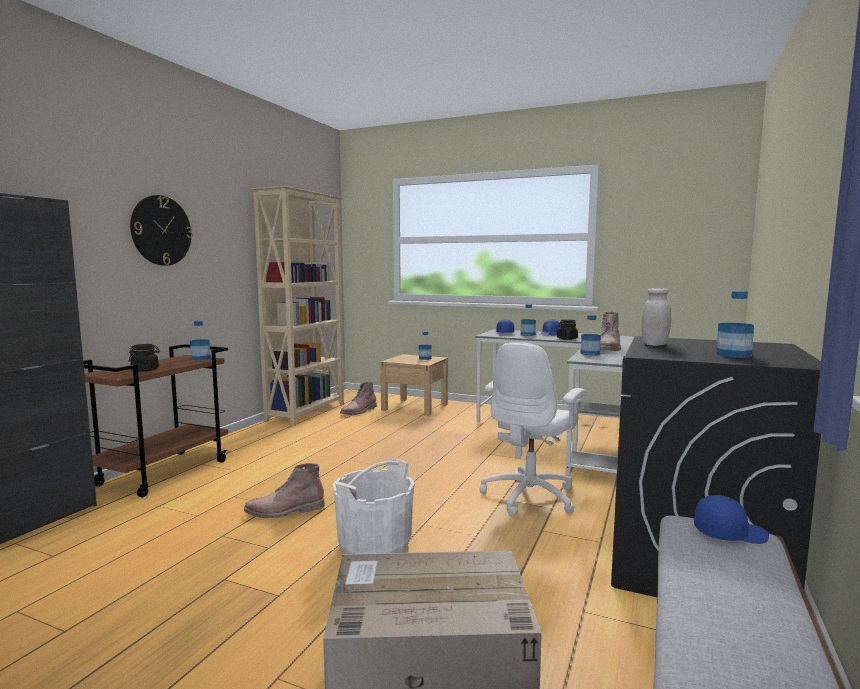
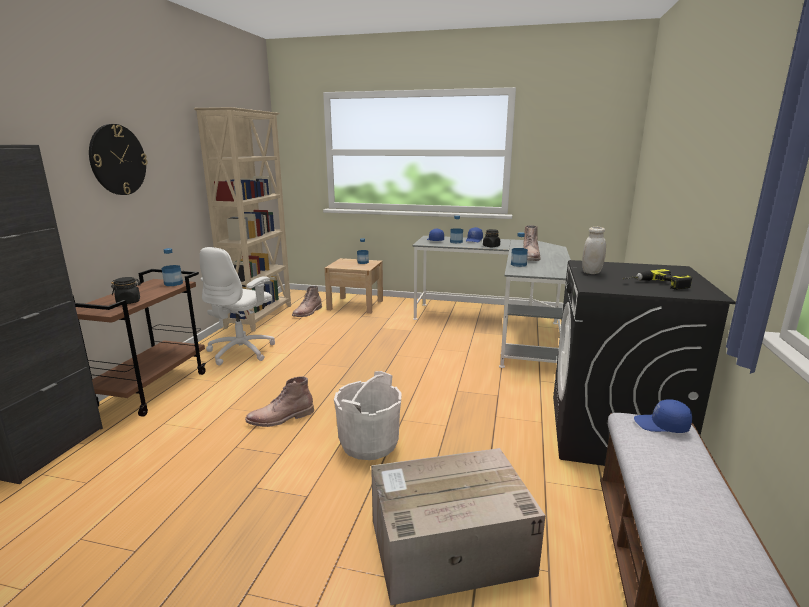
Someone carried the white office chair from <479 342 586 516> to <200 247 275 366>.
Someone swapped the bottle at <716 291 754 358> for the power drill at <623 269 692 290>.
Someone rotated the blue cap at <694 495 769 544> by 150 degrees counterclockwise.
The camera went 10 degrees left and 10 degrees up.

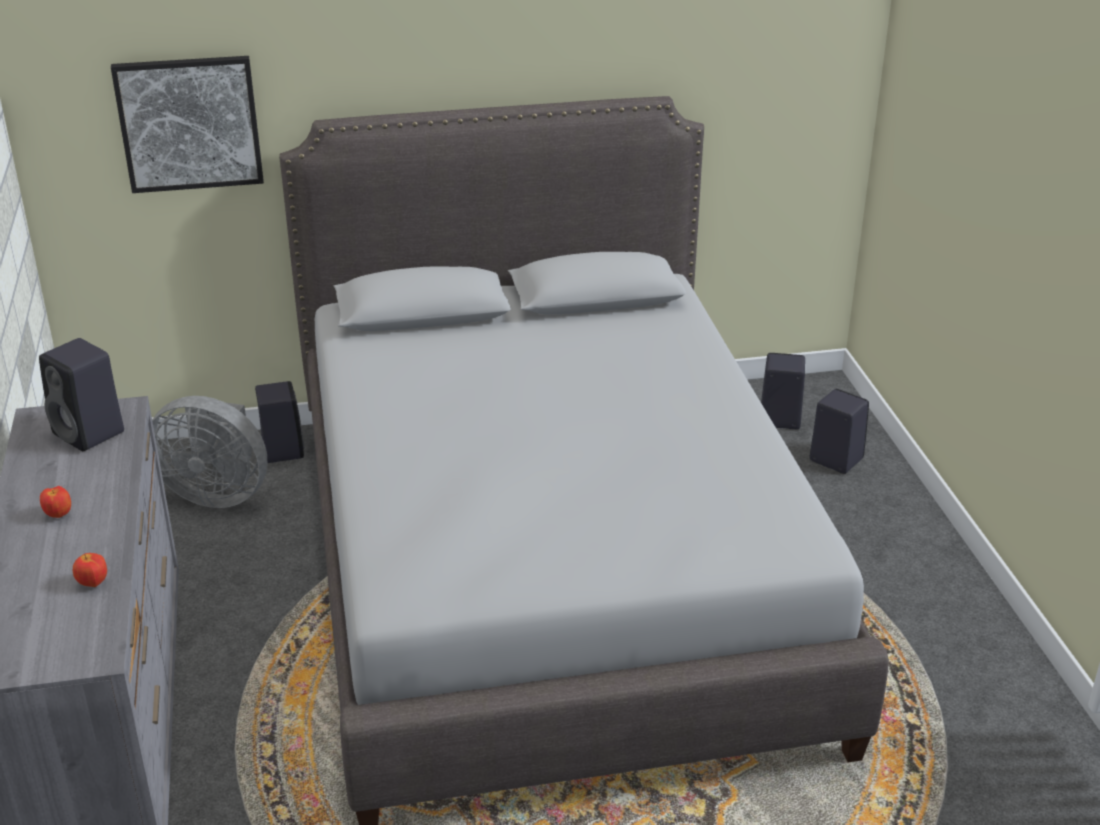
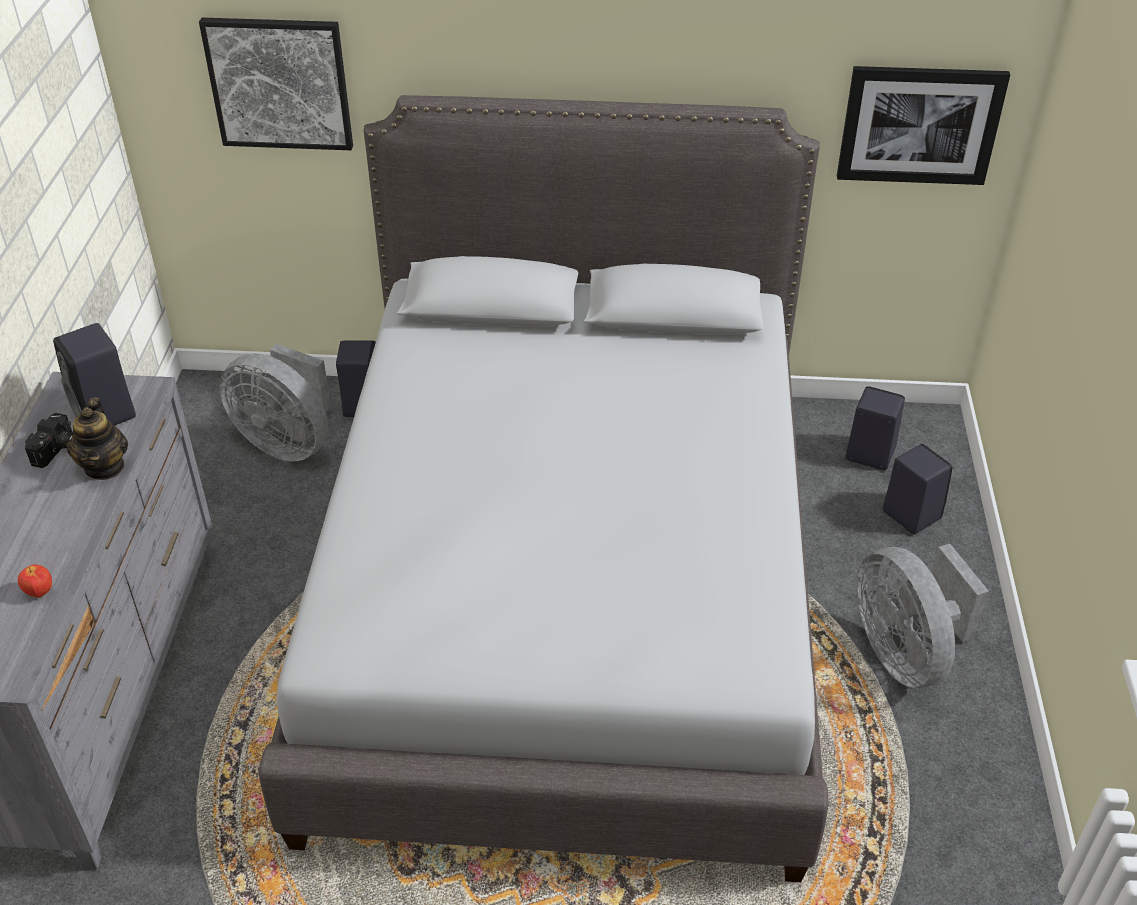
Someone put down the photo camera at <25 413 73 468>.
Someone put down the teapot at <66 397 128 480>.
Someone put up the picture at <837 66 1010 185>.
Someone put down the grey fan at <857 544 989 688>.
Someone took away the apple at <40 486 71 518>.
The camera went 15 degrees right and 10 degrees up.

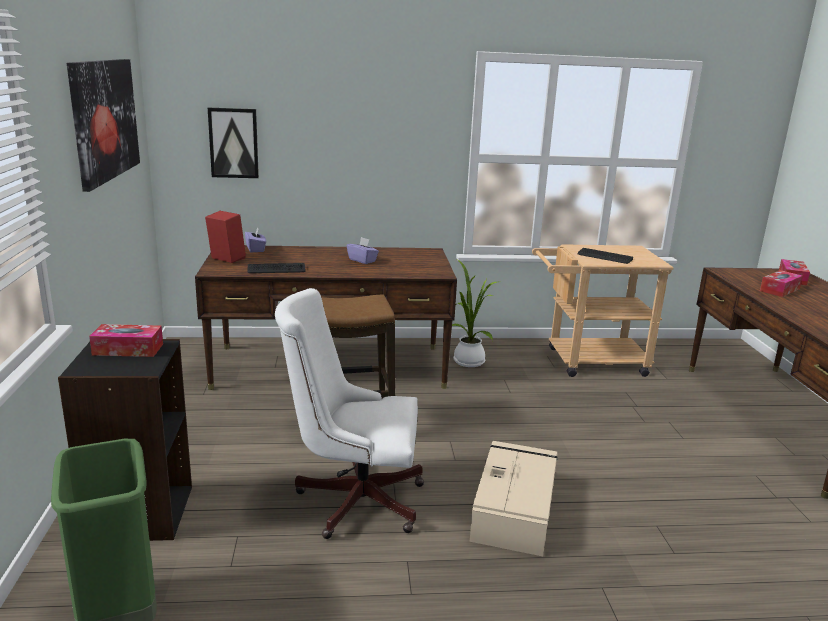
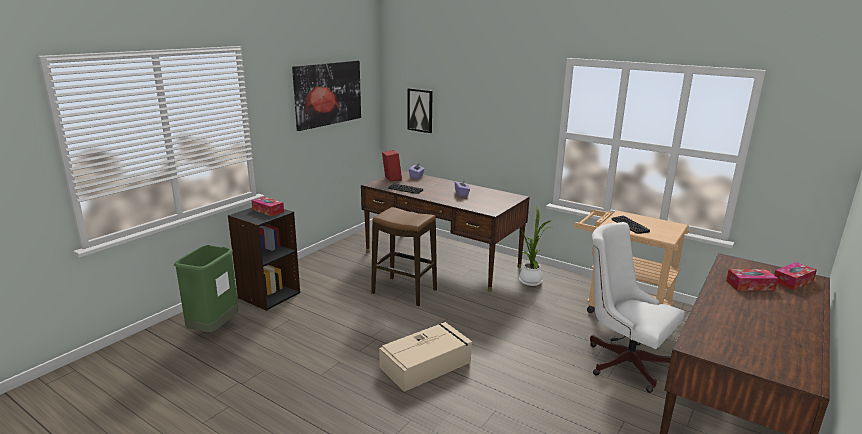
Someone carried the white office chair from <275 288 424 539> to <590 222 685 393>.
The camera went 40 degrees right and 0 degrees up.

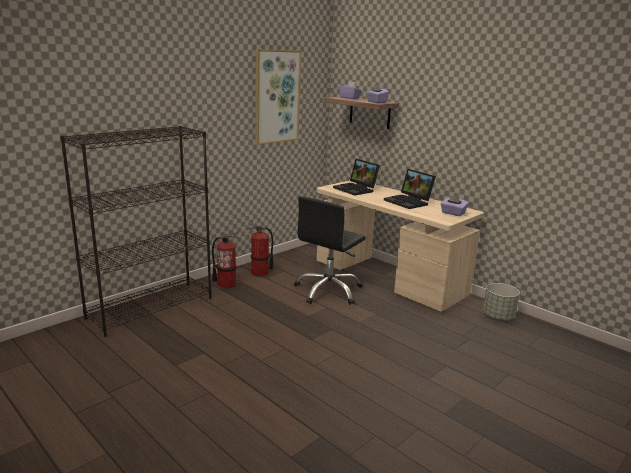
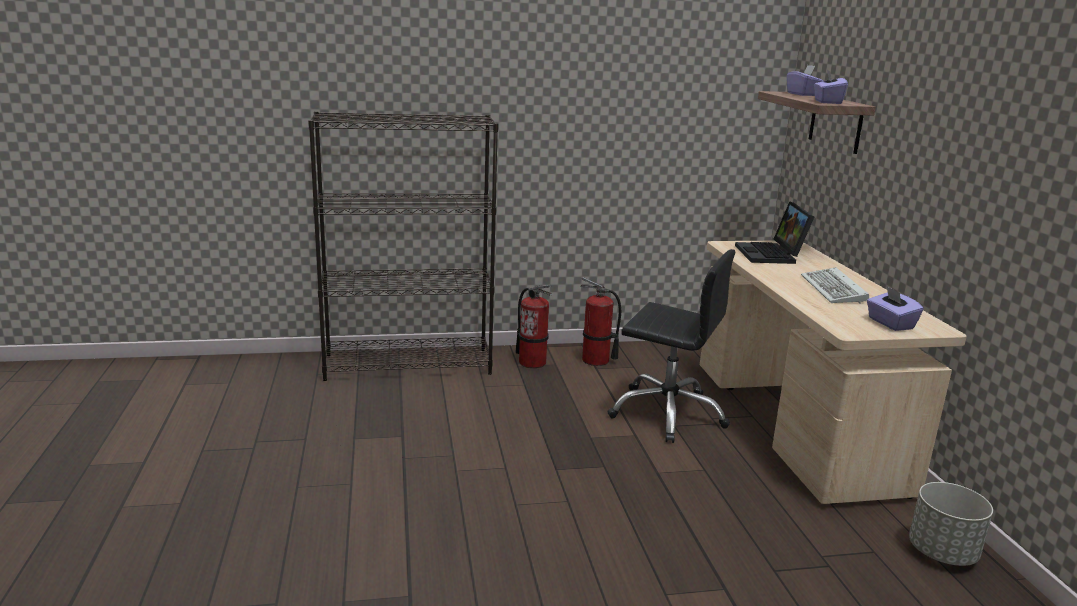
Someone rotated the black office chair at <294 196 366 305> by 135 degrees counterclockwise.
Someone swapped the laptop at <384 169 436 209> for the keyboard at <801 267 869 304>.
Someone took away the picture at <255 49 301 145>.
The camera went 35 degrees right and 0 degrees up.

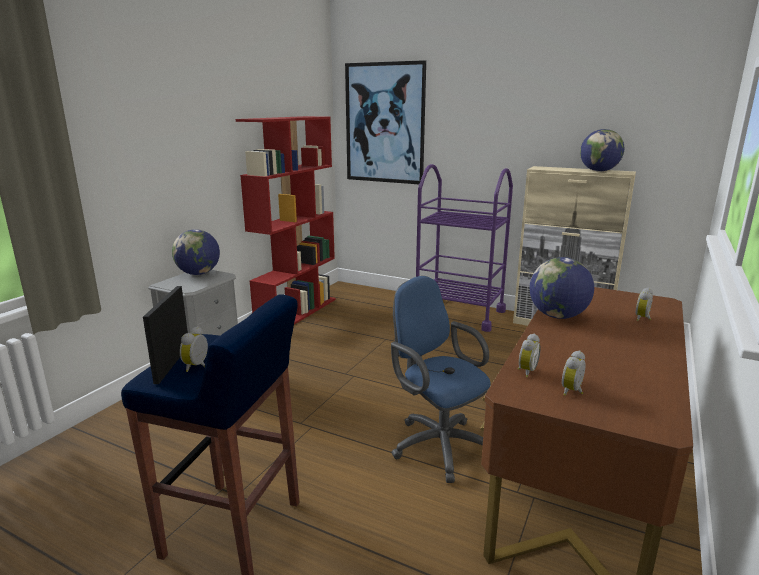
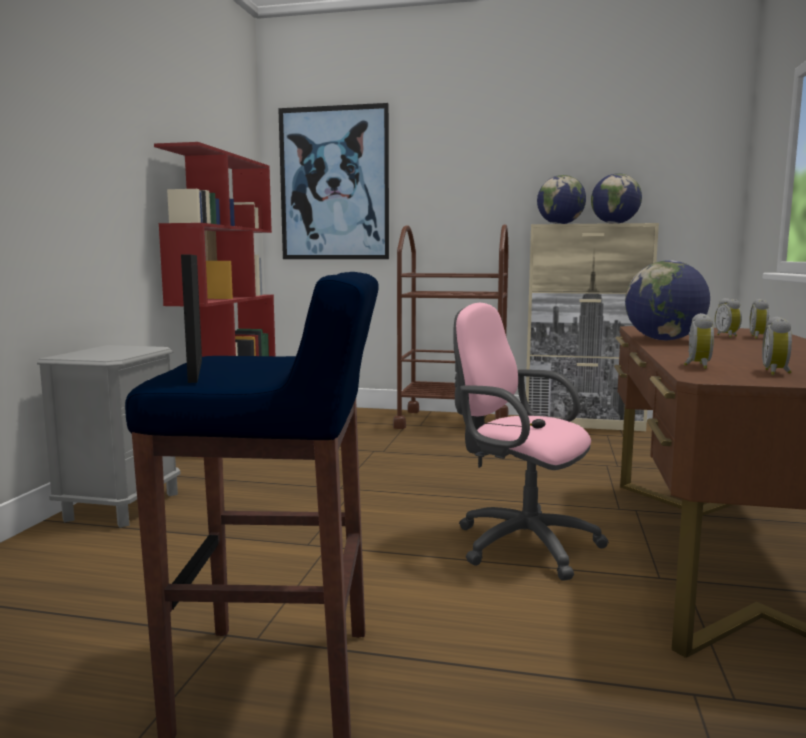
Someone repainted the purple cart at <416 164 513 332>, which became the brown cart at <393 224 509 429>.
Someone repainted the blue office chair at <391 276 491 483>, which became the pink office chair at <453 303 609 581>.
Someone carried the globe from <172 229 220 275> to <537 175 586 224>.
Someone carried the alarm clock from <180 326 208 372> to <715 298 742 338>.
The camera went 15 degrees left and 10 degrees down.

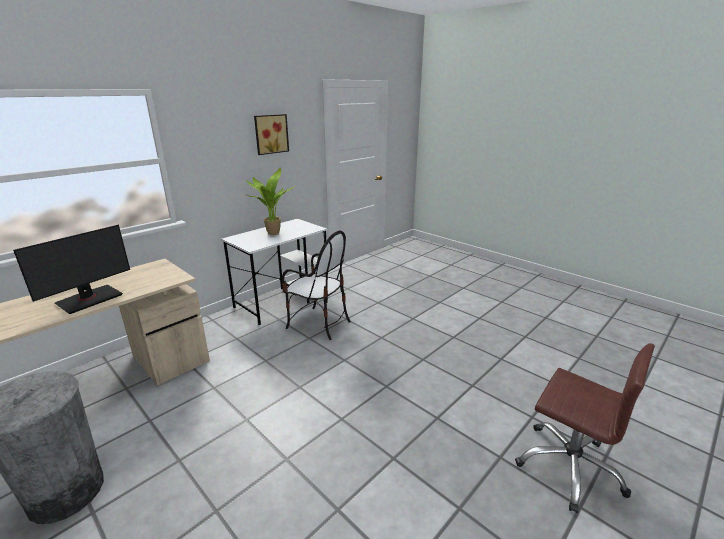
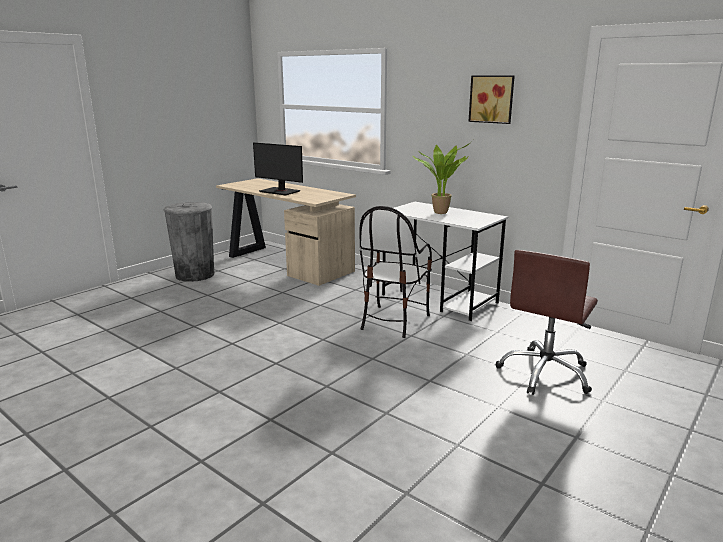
Someone carried the brown office chair from <515 343 655 513> to <496 250 598 395>.
The camera went 85 degrees right and 5 degrees down.

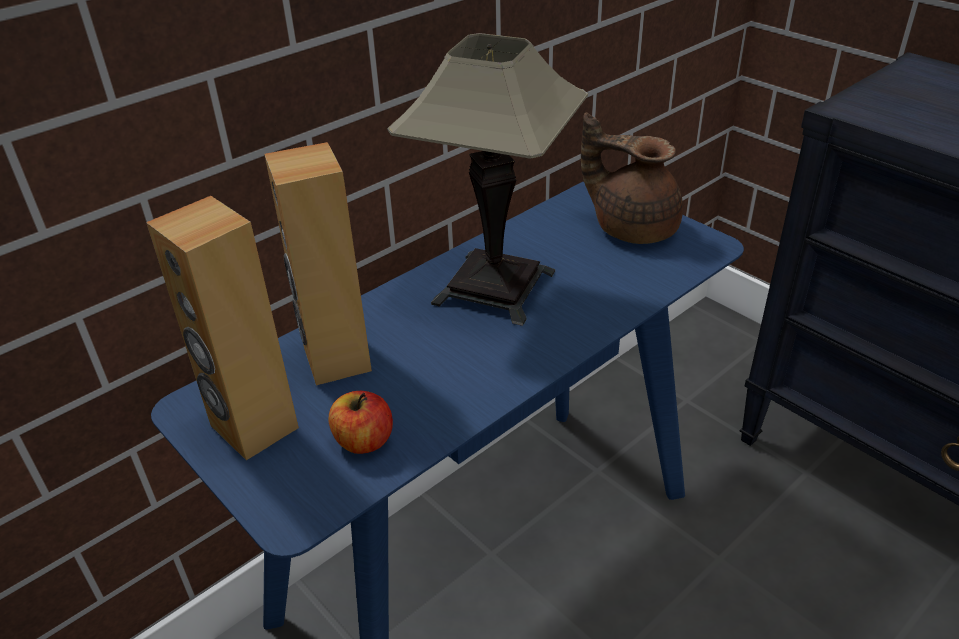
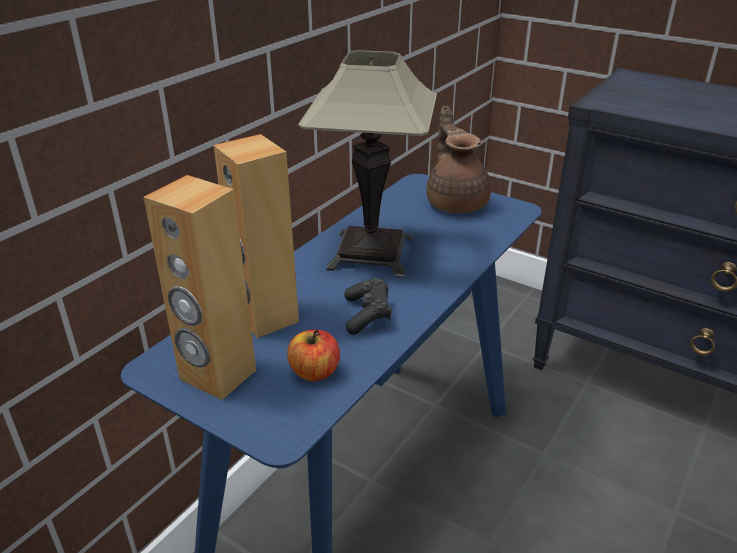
Someone put down the black game controller at <344 278 392 335>.
Someone rotated the brown teapot at <581 112 683 244> by 60 degrees clockwise.
The camera went 15 degrees left and 5 degrees down.

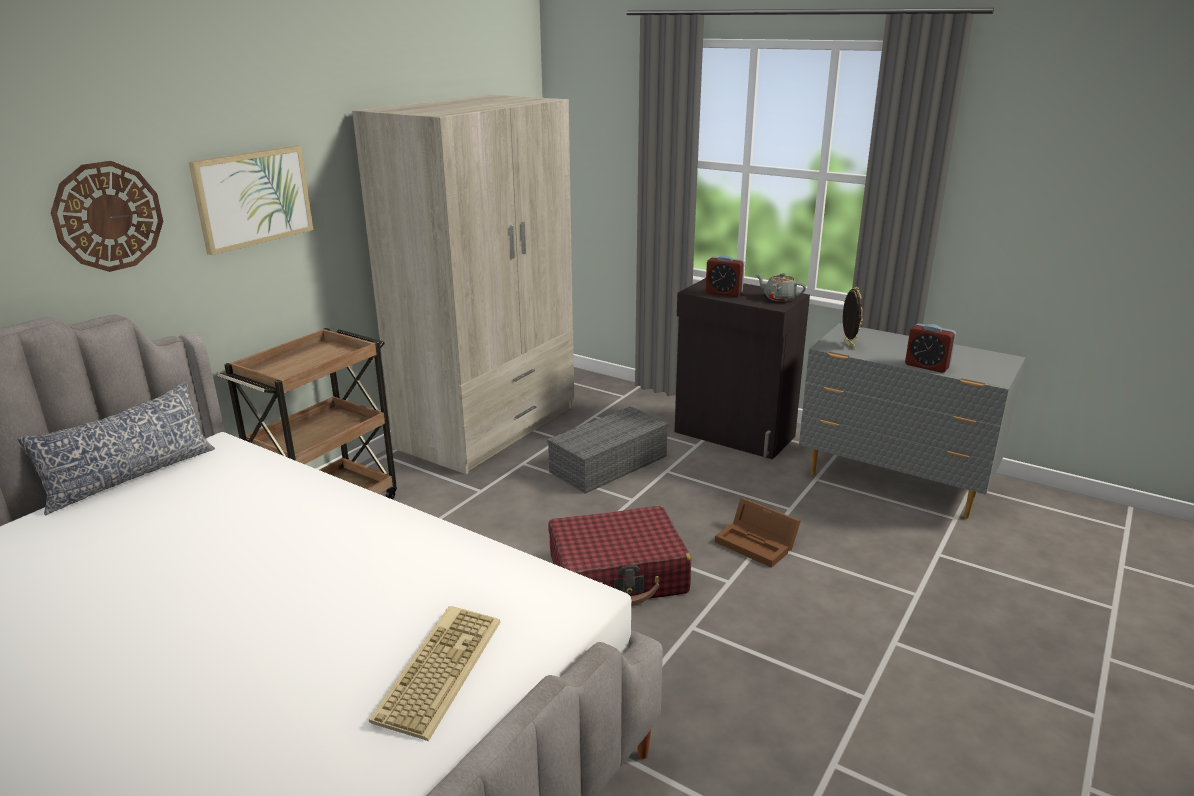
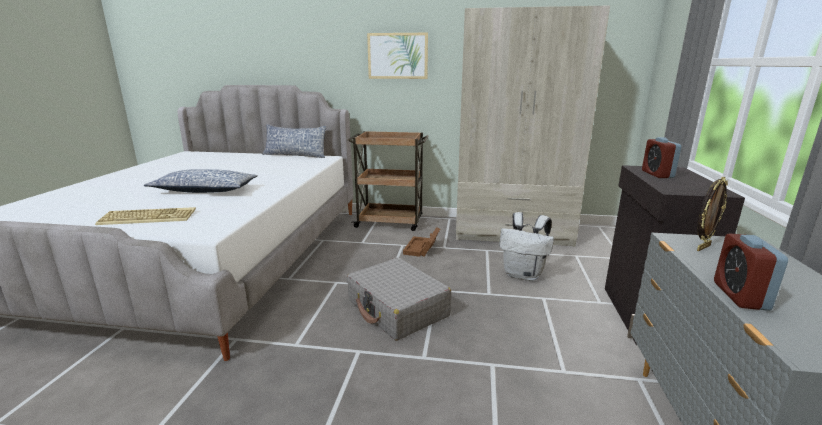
Someone put down the pillow at <144 169 258 193>.
Someone repainted the red suitcase at <548 506 691 606>, which became the grey suitcase at <347 257 451 341>.
Someone carried the brown storage box from <715 498 801 568> to <403 227 440 257>.
Someone swapped the grey storage box at <547 406 669 494> for the white backpack at <499 212 554 281>.
Someone took away the wall clock at <51 161 163 272>.
Someone took away the grey teapot at <756 273 806 302>.
The camera went 65 degrees right and 5 degrees down.

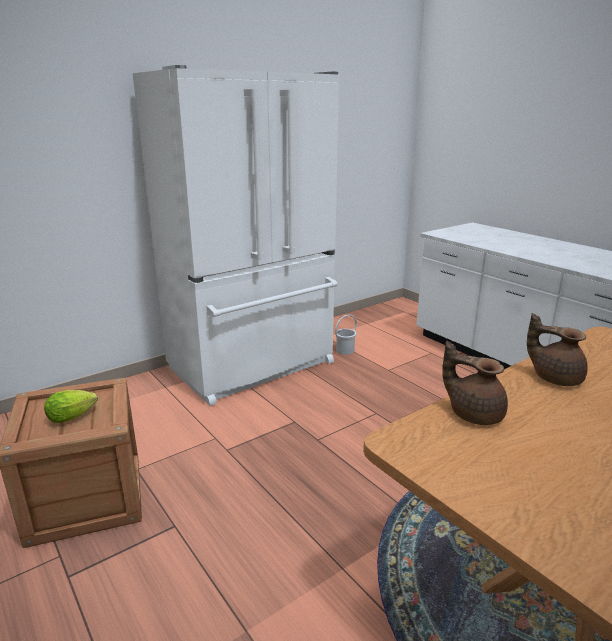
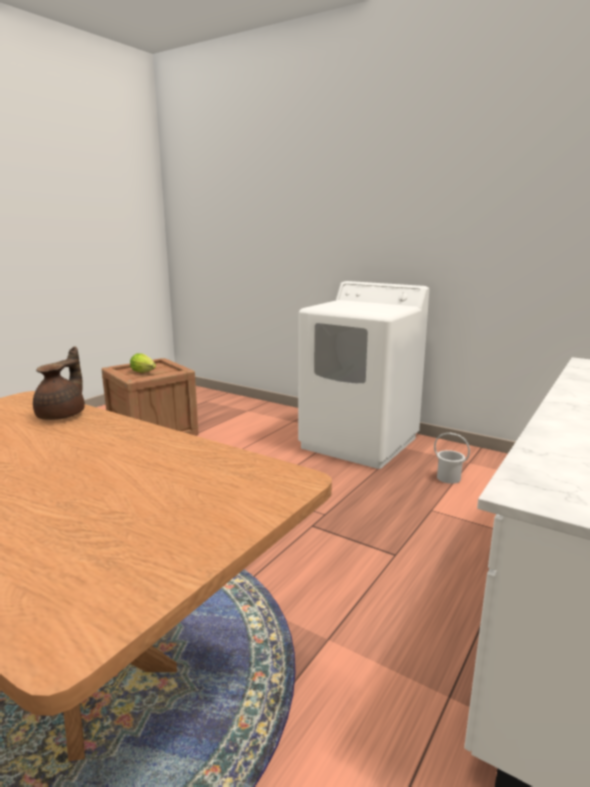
Someone swapped the white fridge at <133 65 340 406> for the white washing machine at <298 281 429 469>.
Someone took away the brown teapot at <527 313 588 386>.
The camera went 70 degrees right and 5 degrees down.

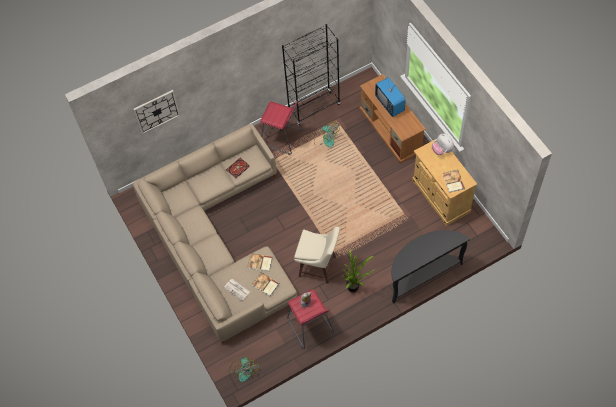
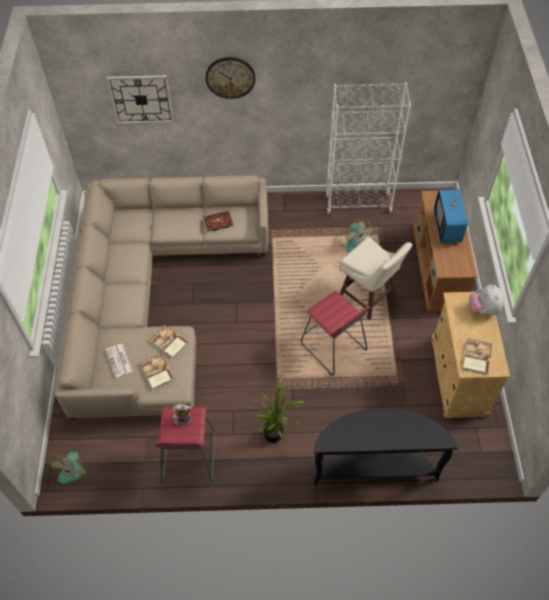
Someone put up the wall clock at <206 57 255 99>.
Someone carried the red stool from <260 101 303 155> to <301 291 370 376>.
Someone repainted the black bookcase at <282 24 340 125>, which became the white bookcase at <326 82 411 214>.
Someone carried the beige stool from <294 227 340 284> to <339 237 413 320>.
The camera went 25 degrees right and 5 degrees down.

